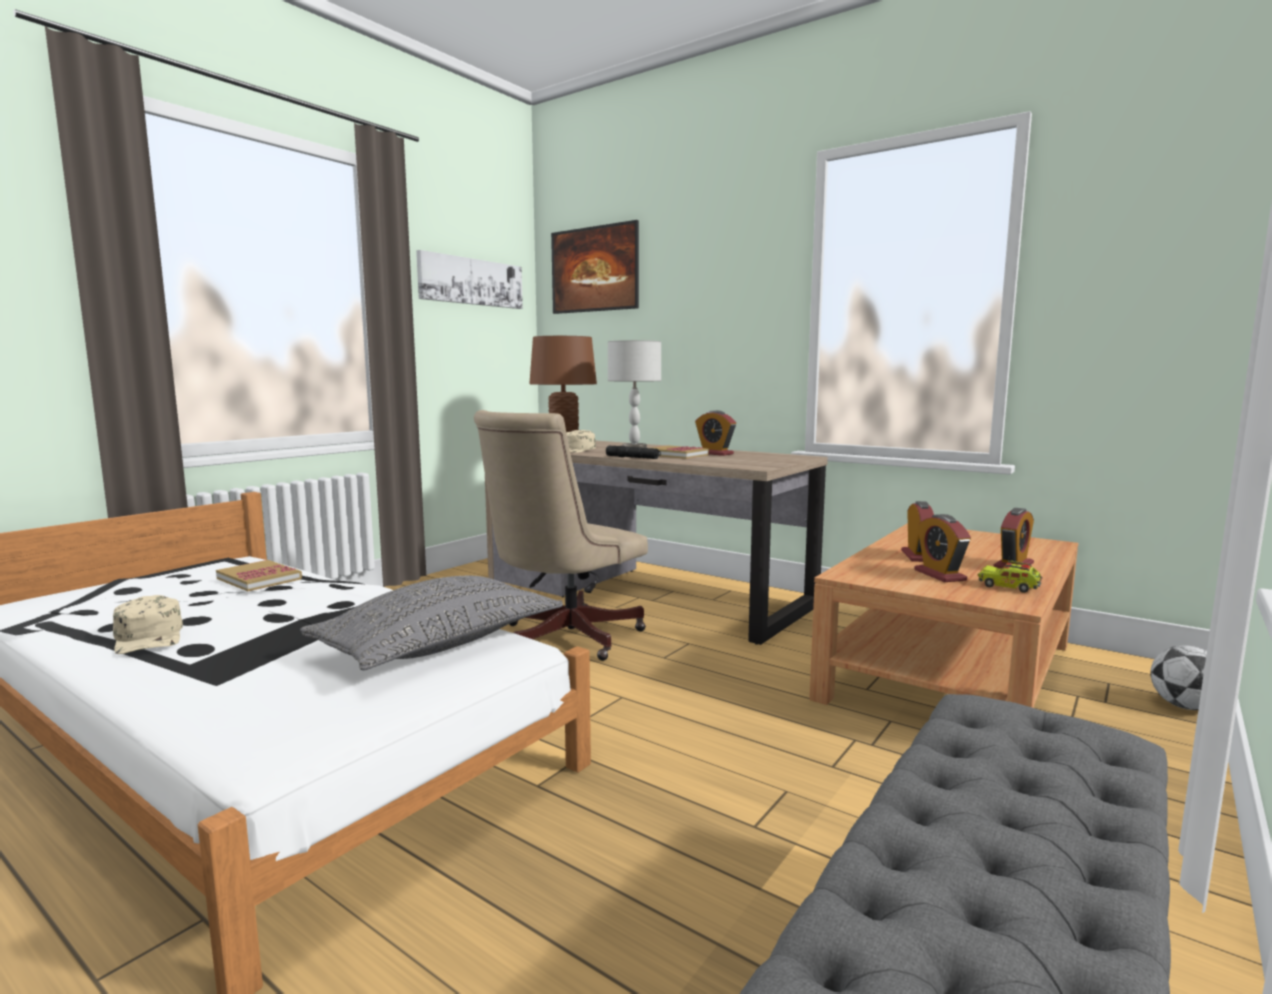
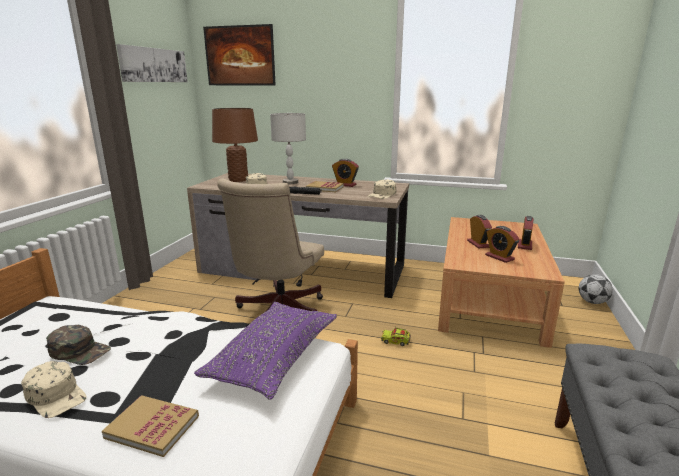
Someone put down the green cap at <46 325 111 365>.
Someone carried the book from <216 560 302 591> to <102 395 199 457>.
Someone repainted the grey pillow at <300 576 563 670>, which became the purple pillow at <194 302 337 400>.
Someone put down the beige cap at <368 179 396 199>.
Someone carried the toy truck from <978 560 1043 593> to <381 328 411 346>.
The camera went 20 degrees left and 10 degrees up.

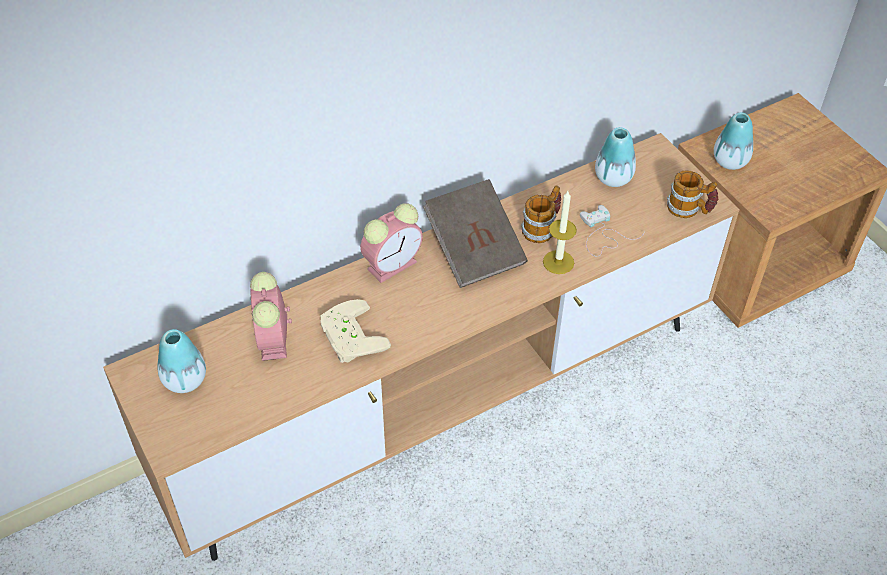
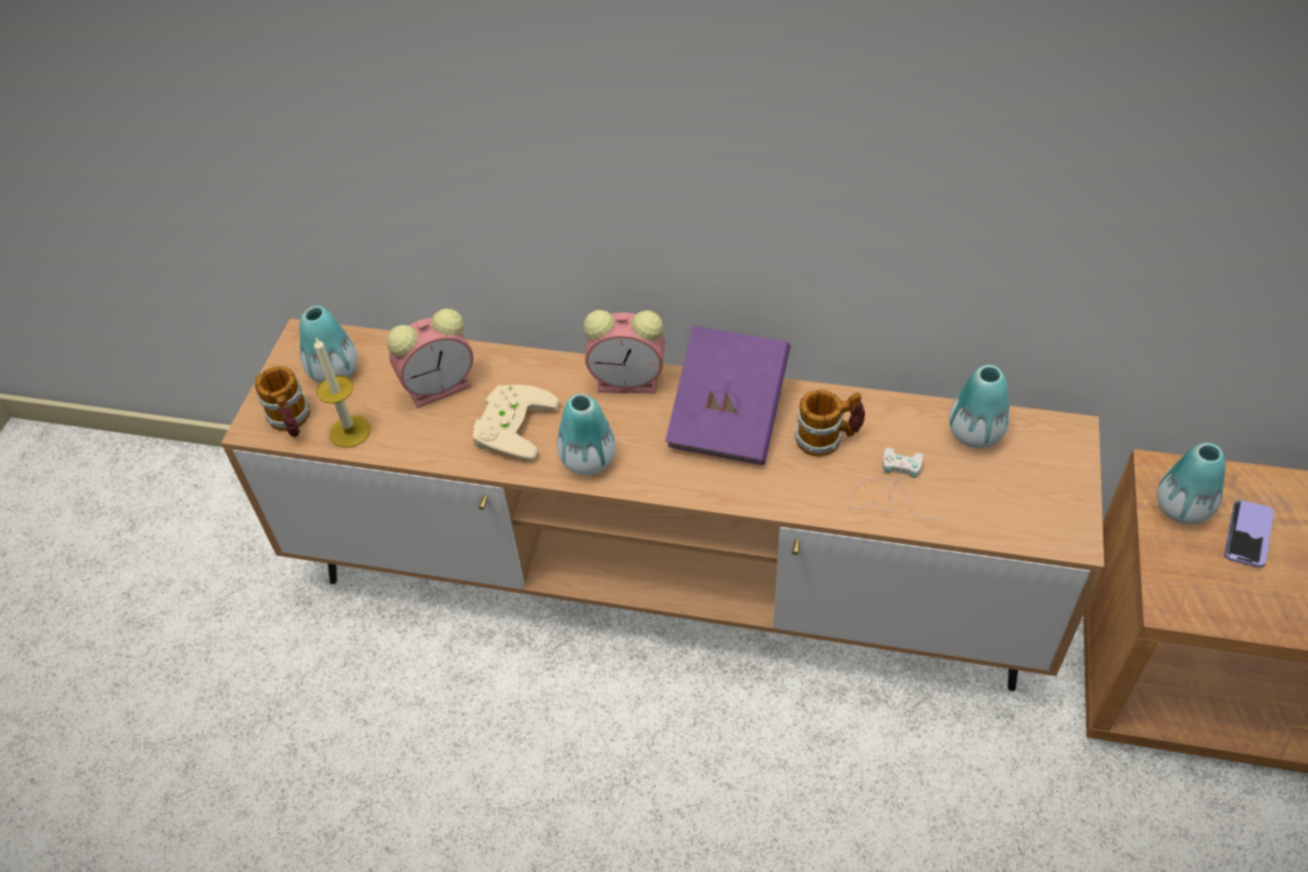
Someone carried the mug from <667 170 718 218> to <255 366 310 437>.
Someone carried the candle from <543 191 577 274> to <314 338 371 448>.
Someone rotated the alarm clock at <250 272 292 361> by 150 degrees counterclockwise.
Someone put down the vase at <557 394 616 475>.
Someone repainted the brown book at <423 179 528 288>, which became the purple book at <665 326 790 465>.
Someone put down the phone at <1224 500 1274 568>.
The camera went 45 degrees right and 0 degrees up.

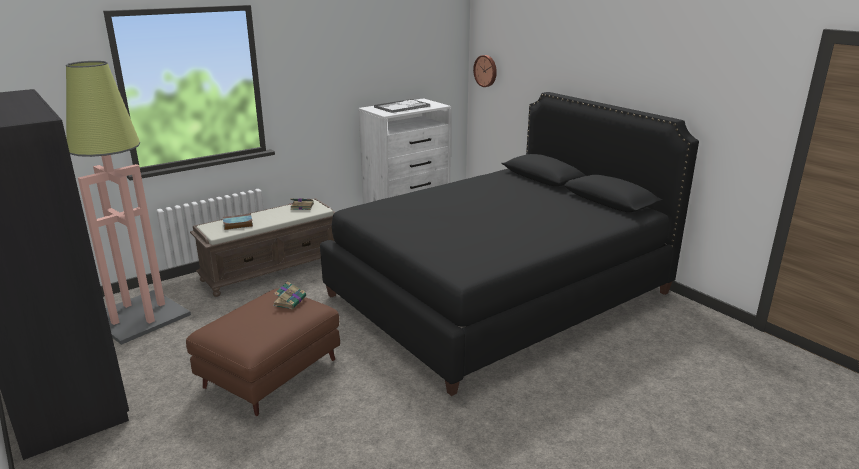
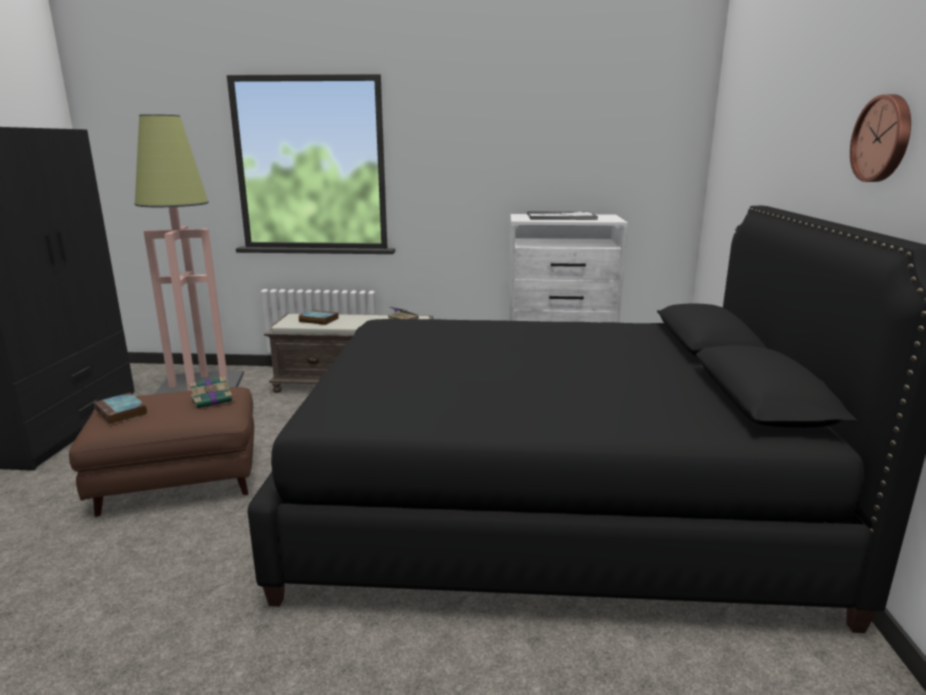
Someone put down the book at <94 393 147 425>.
Someone carried the wall clock from <473 55 497 87> to <850 94 911 182>.
The camera went 40 degrees right and 5 degrees down.

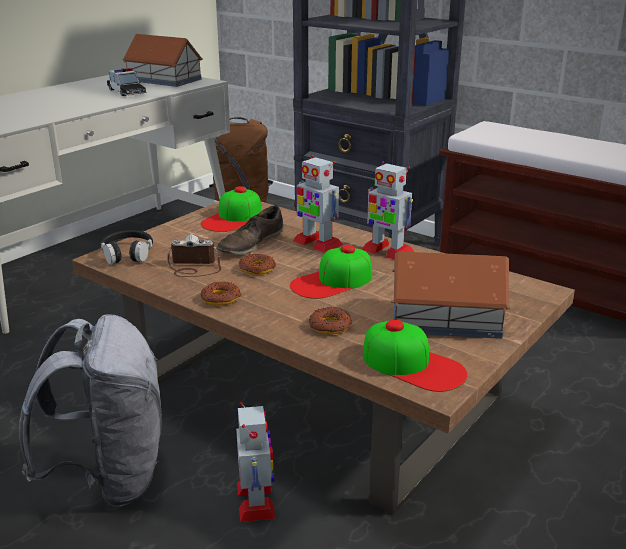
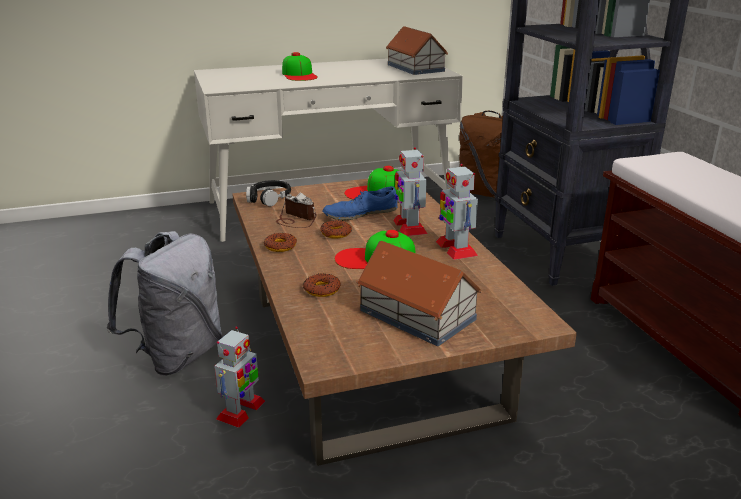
Someone carried the cap from <363 320 467 392> to <282 52 318 81>.
Someone repainted the brown shoe at <217 205 284 255>, which became the blue shoe at <322 186 398 221>.
Someone took away the toy car at <107 68 147 96>.
The camera went 35 degrees right and 0 degrees up.

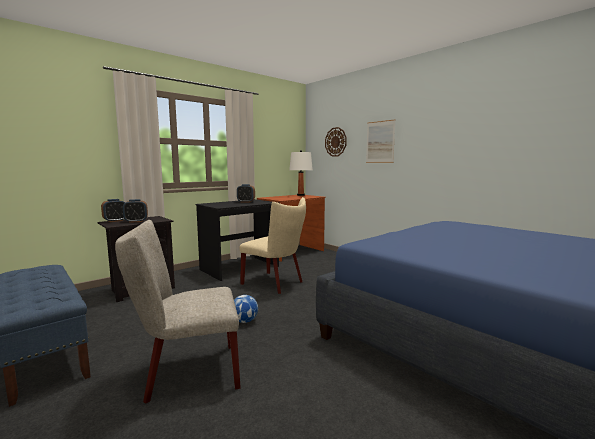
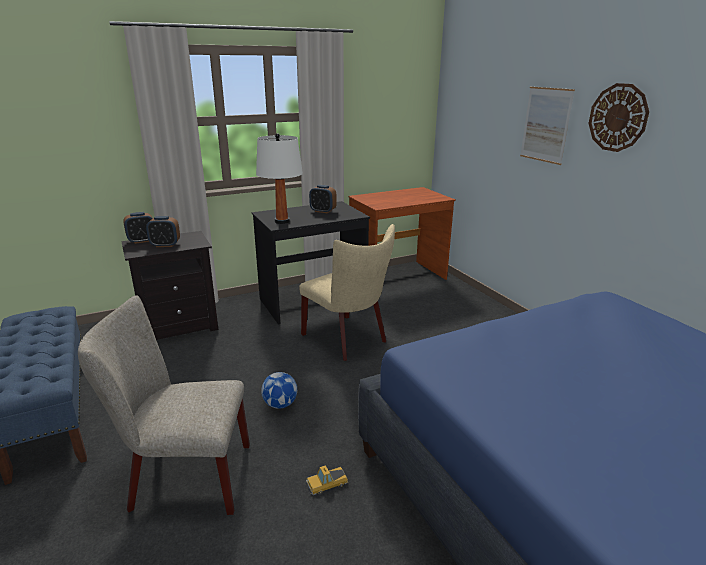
Someone carried the white table lamp from <289 150 313 196> to <256 133 303 224>.
Someone put down the toy car at <306 465 349 495>.
Someone carried the wall clock from <325 127 347 157> to <589 83 649 152>.
The camera went 15 degrees right and 15 degrees up.

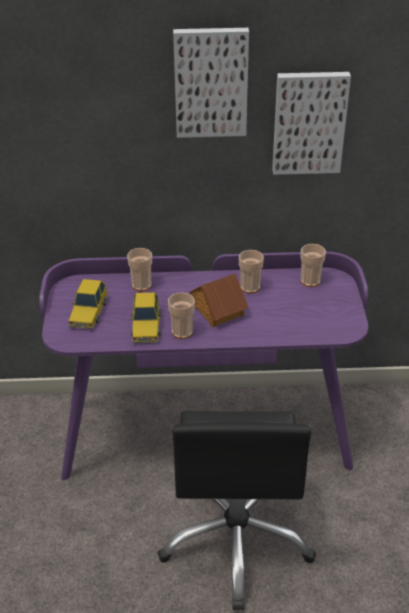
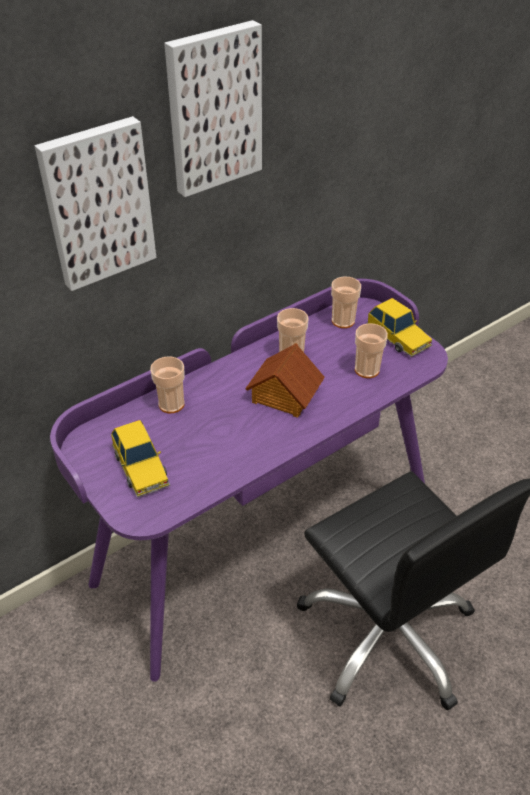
Someone carried the picture from <272 72 351 175> to <34 116 156 291>.
Someone carried the cup from <168 293 195 339> to <355 323 388 378>.
Someone carried the toy car from <130 292 161 343> to <366 298 432 357>.
The camera went 35 degrees left and 5 degrees up.

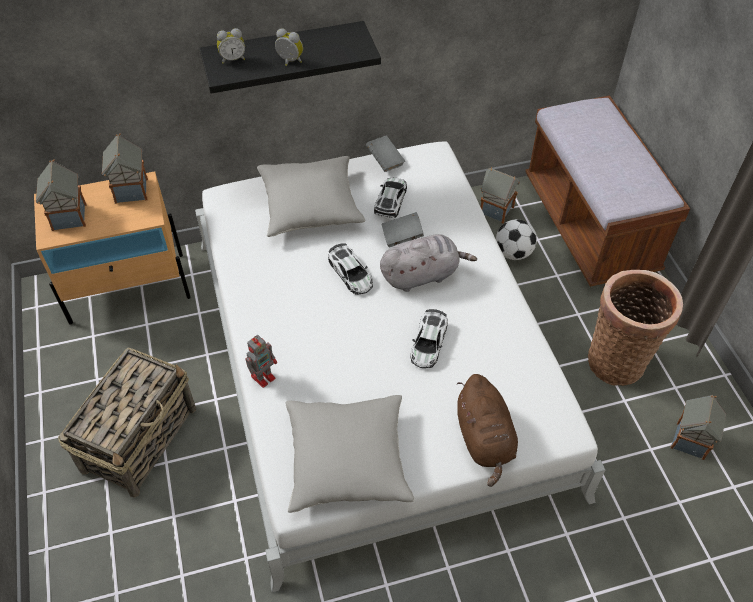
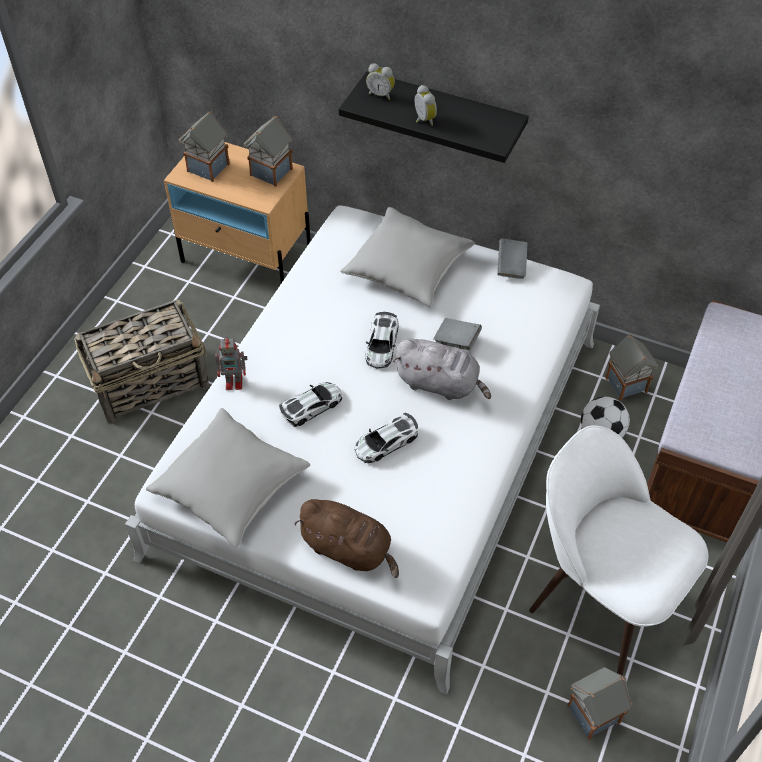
Someone carried the toy car from <374 178 407 218> to <279 382 342 427>.
Someone rotated the brown plush toy at <456 374 518 487> by 90 degrees counterclockwise.
Someone swapped the basket at <588 270 683 386> for the white chair at <529 425 708 675>.
The camera went 40 degrees right and 0 degrees up.

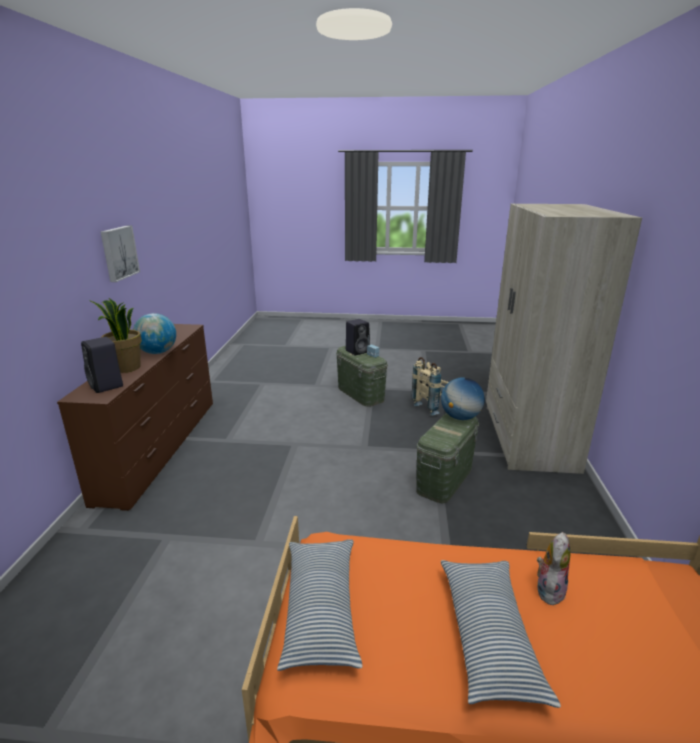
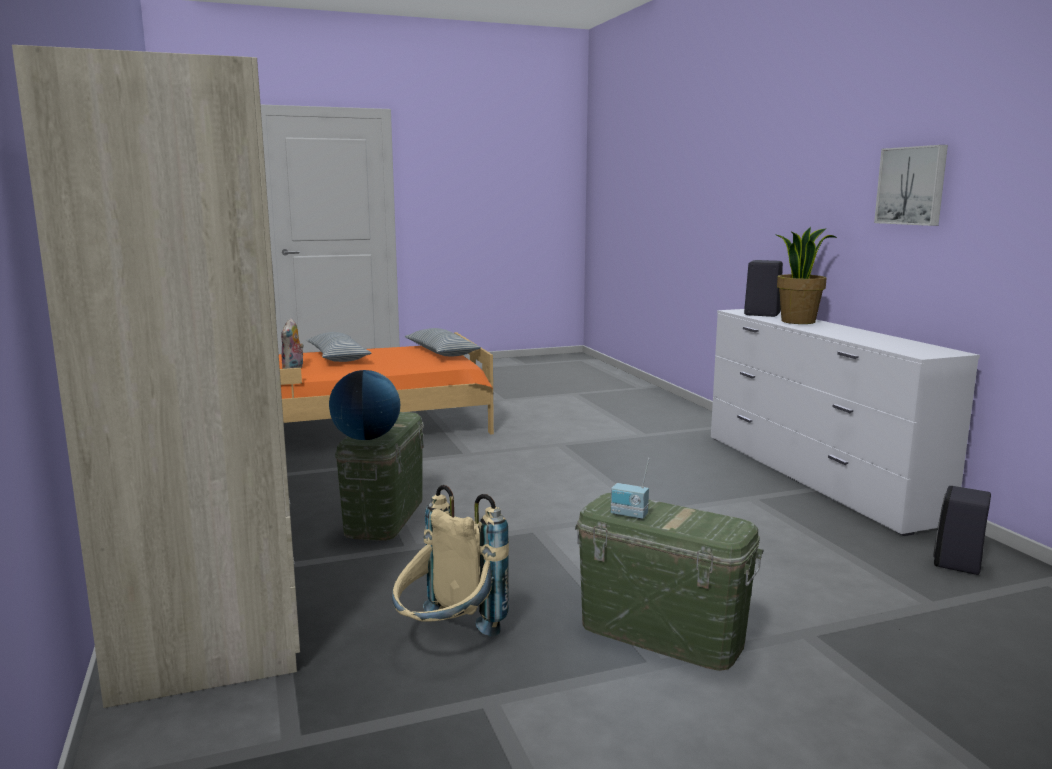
Someone repainted the brown dresser at <57 324 213 511>, which became the white dresser at <711 309 980 536>.
Someone carried the black speaker from <346 319 370 355> to <934 486 991 575>.
Someone took away the globe at <133 313 176 354>.
The camera went 155 degrees right and 10 degrees down.

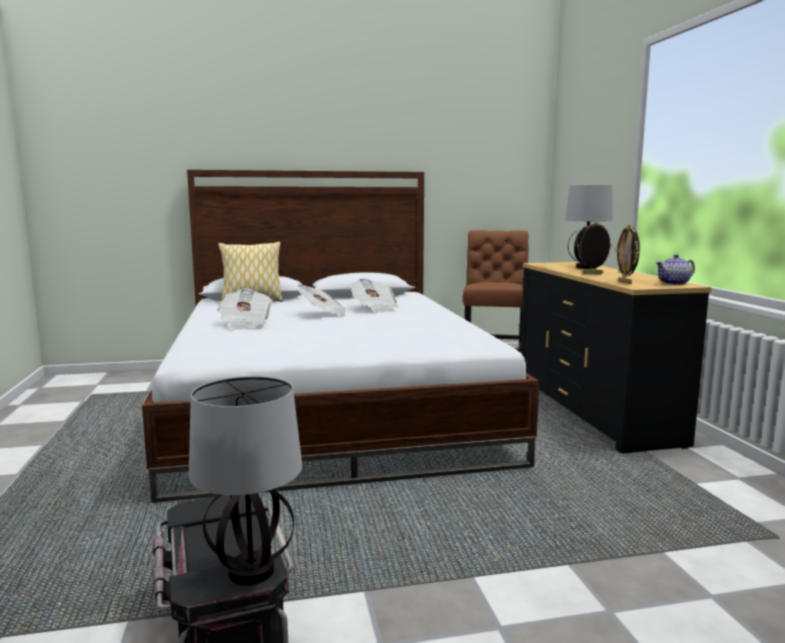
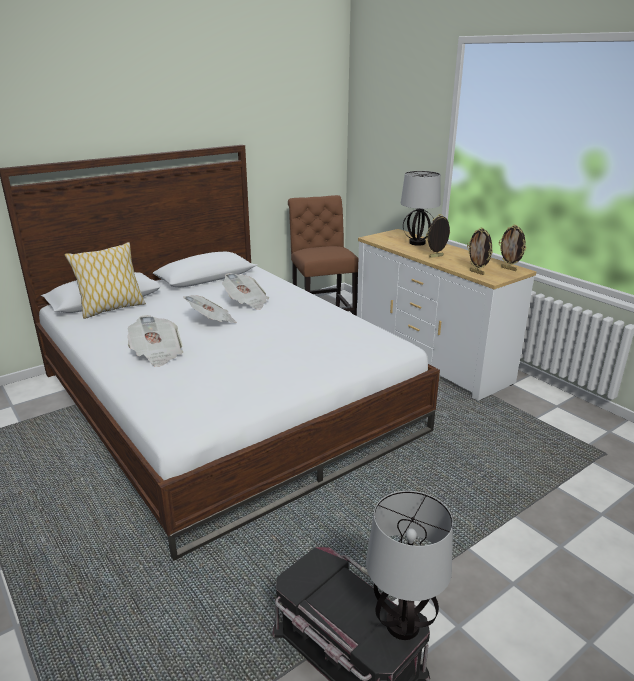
Someone repainted the black dresser at <521 262 711 453>, which became the white dresser at <357 229 536 401>.
Someone swapped the teapot at <656 254 695 285> for the picture frame at <499 225 526 271>.
The camera went 25 degrees left and 15 degrees up.

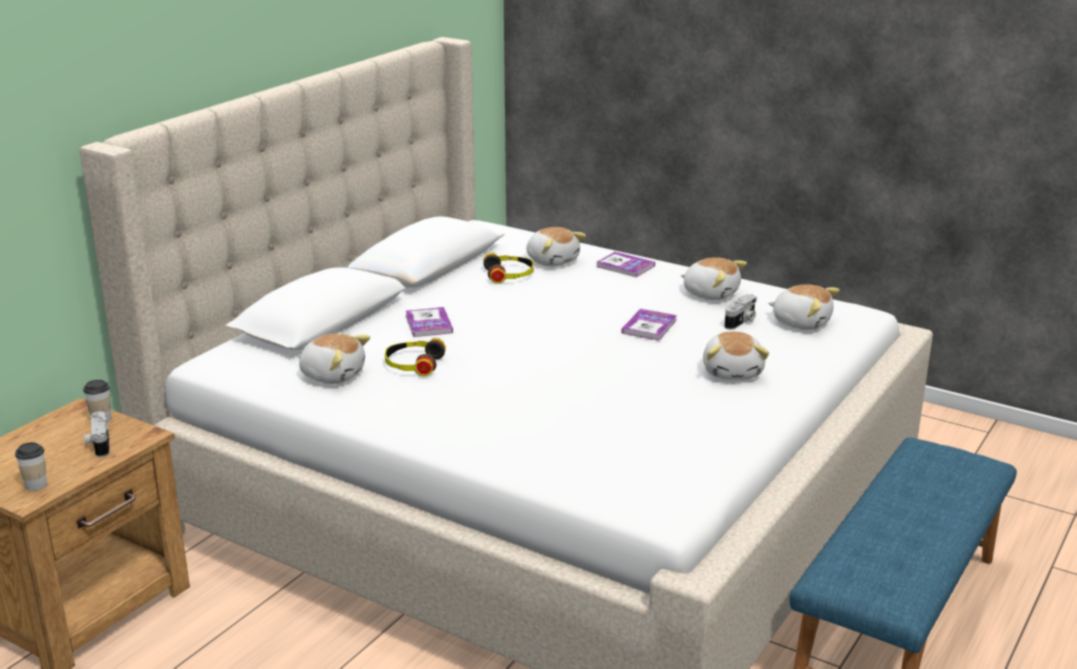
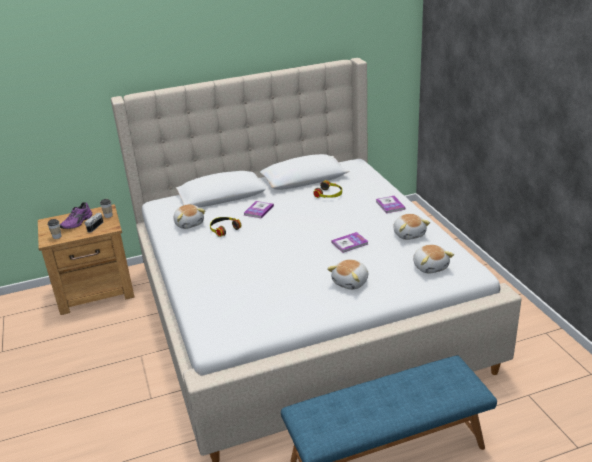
Someone put down the purple shoe at <60 202 92 229>.
Someone took away the plush toy at <526 227 586 267>.
Someone took away the photo camera at <724 294 757 330>.
The camera went 40 degrees right and 5 degrees up.

